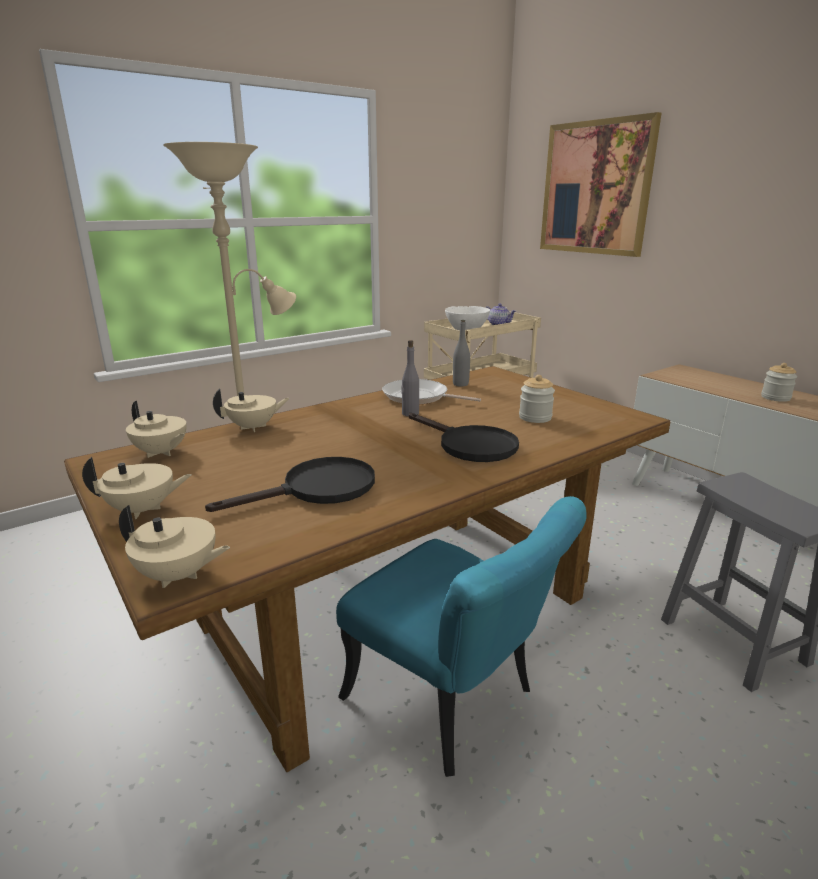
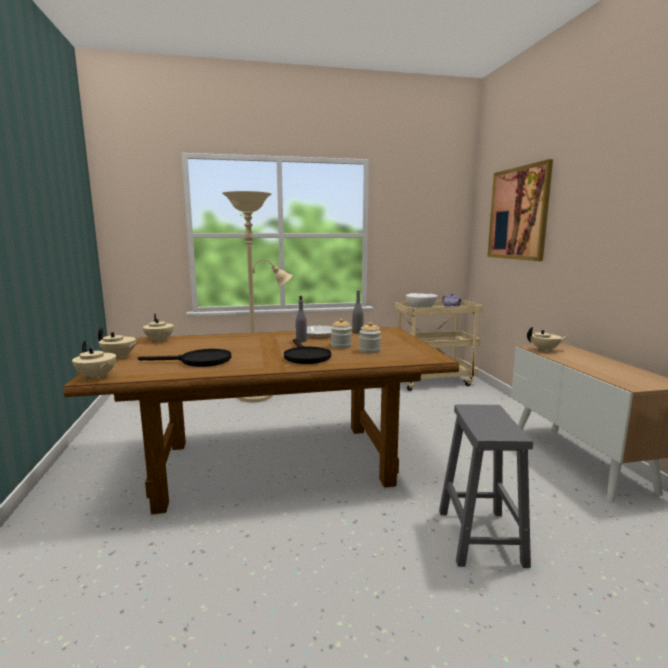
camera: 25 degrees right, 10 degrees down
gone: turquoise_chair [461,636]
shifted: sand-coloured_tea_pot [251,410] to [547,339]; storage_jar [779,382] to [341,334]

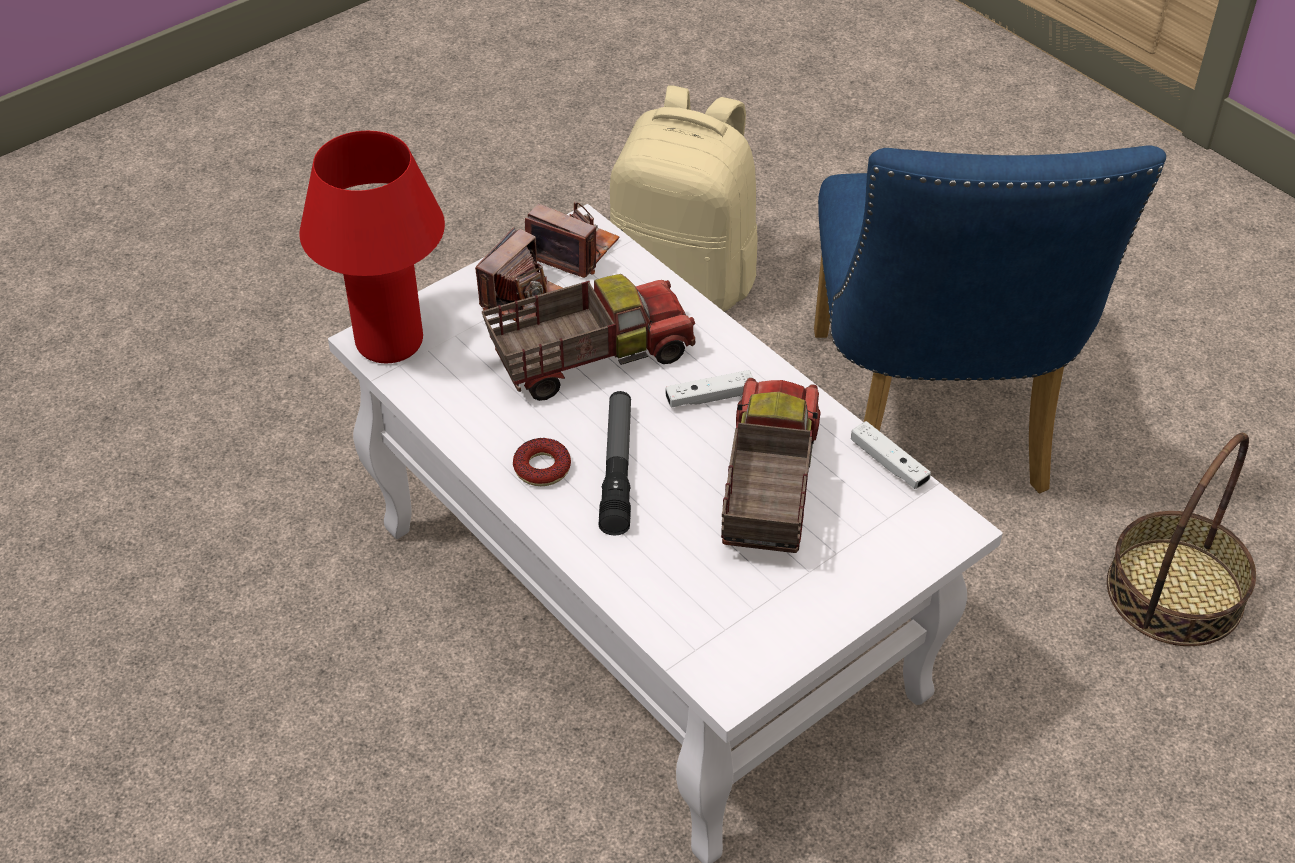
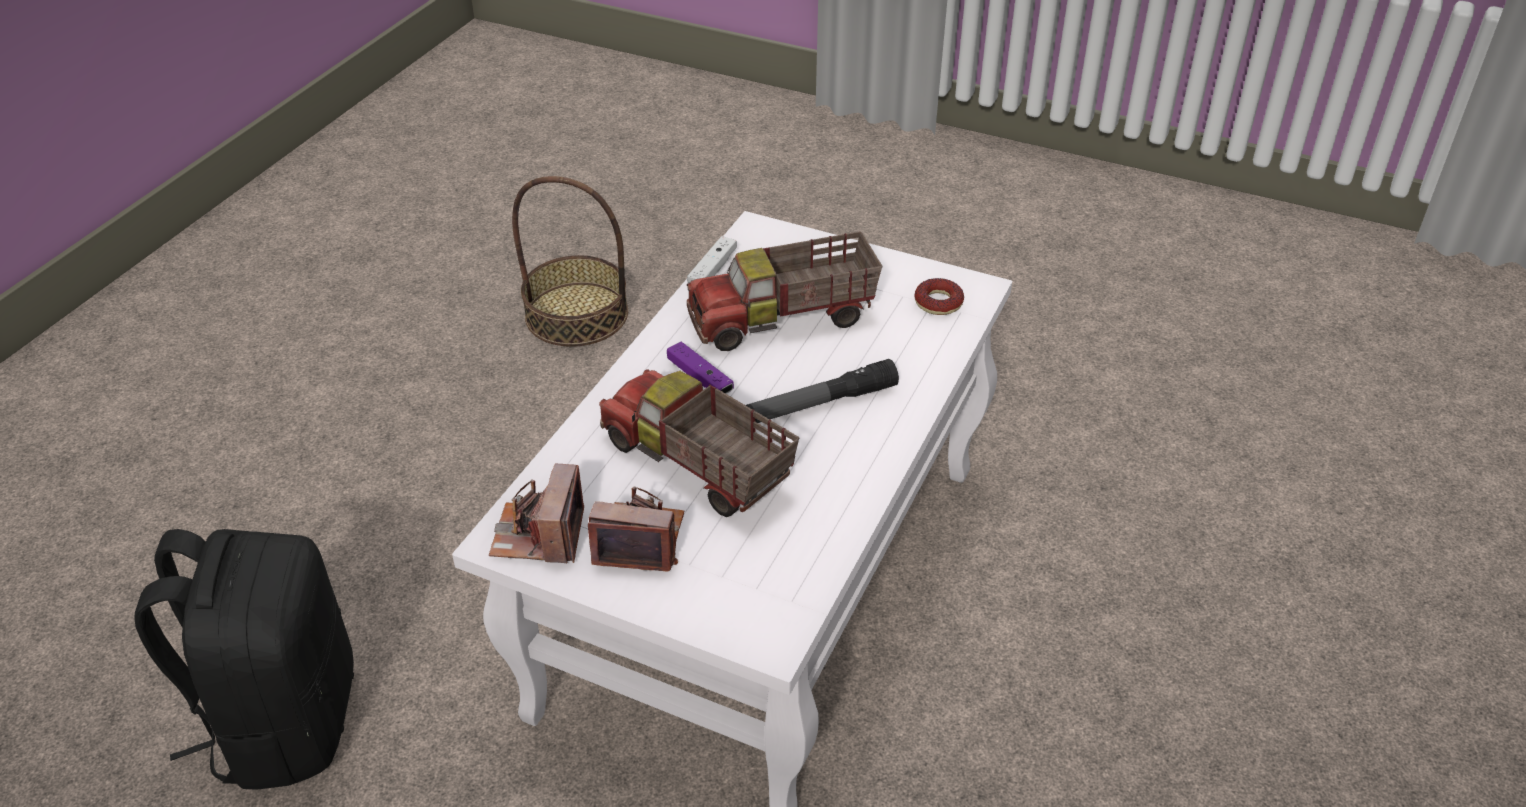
camera: 115 degrees left, 5 degrees down
gone: red-coloured_table_lamp [372,247]; bluish_chair [990,319]
shifted: donut [542,462] to [939,296]
repainted: sand-coloured_knapsack [684,198] to black-coloured_knapsack [244,659]; whitish_game_controller [709,388] to purple_game_controller [700,368]

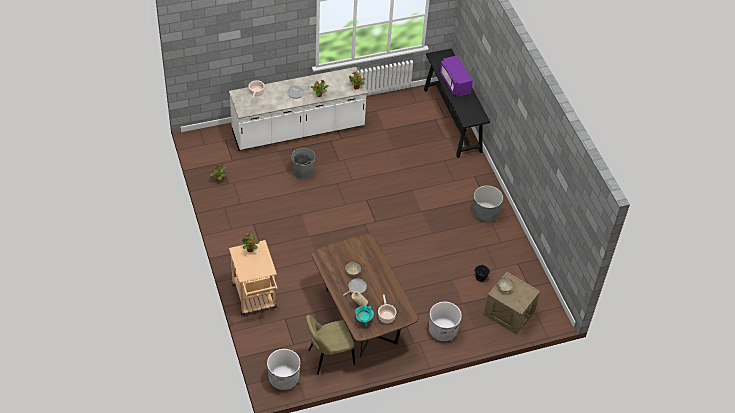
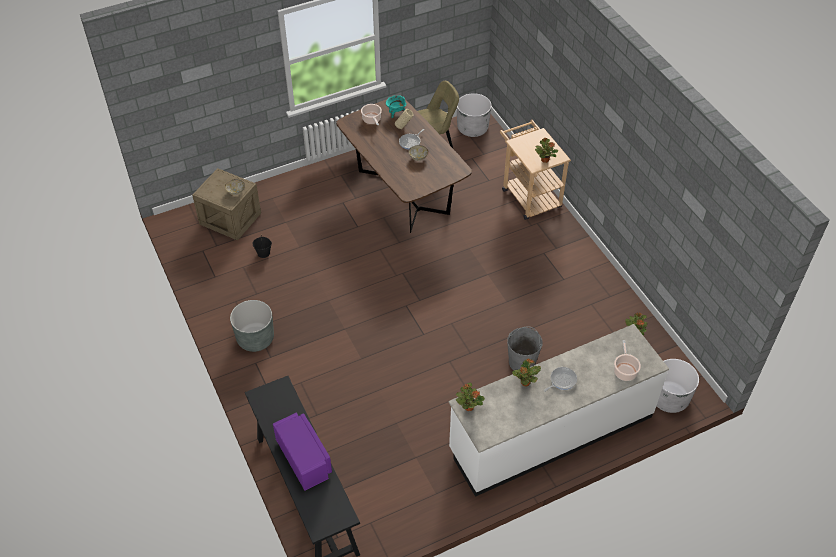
camera: 175 degrees right, 0 degrees up
shifted: whitish_plant_pot [445,321] to [678,386]

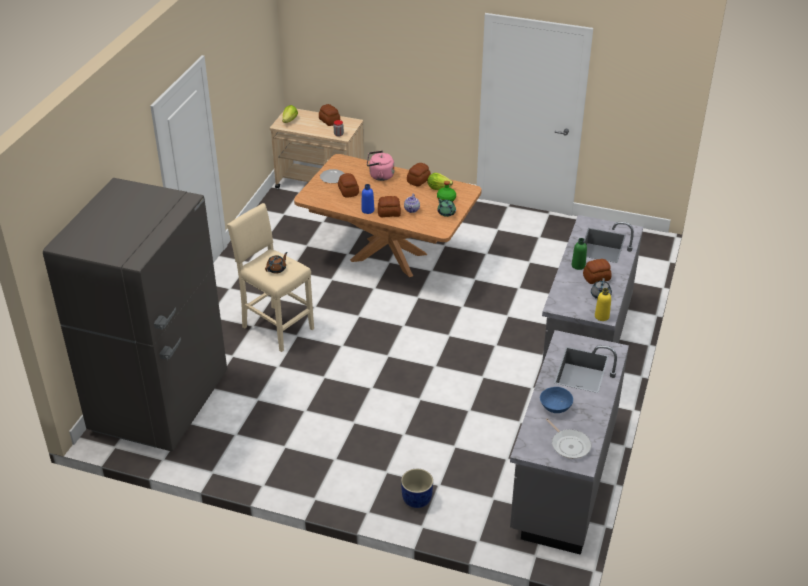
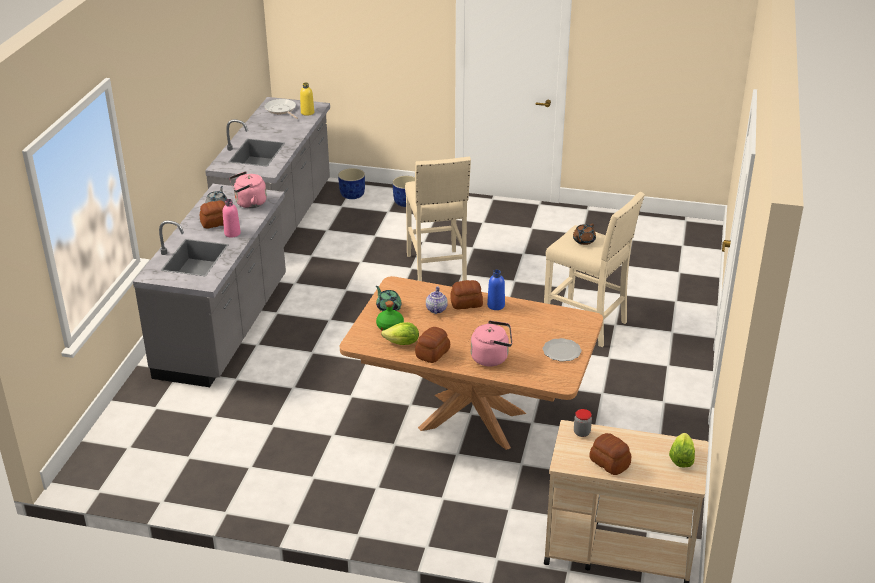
camera: 175 degrees right, 5 degrees down
gone: grey_refrigerator [135,315]; bread [348,185]; bluish_deep_dish [556,400]
new: pink-coloured_water_kettle [248,189]; bluish_plant_pot [351,183]; sand-coloured_stool_seat [438,219]
shifted: yellow-coloured_beverage_bottle [603,304] to [307,99]
repainted: greenish_beverage_bottle [579,254] to pink-coloured_beverage_bottle [232,218]

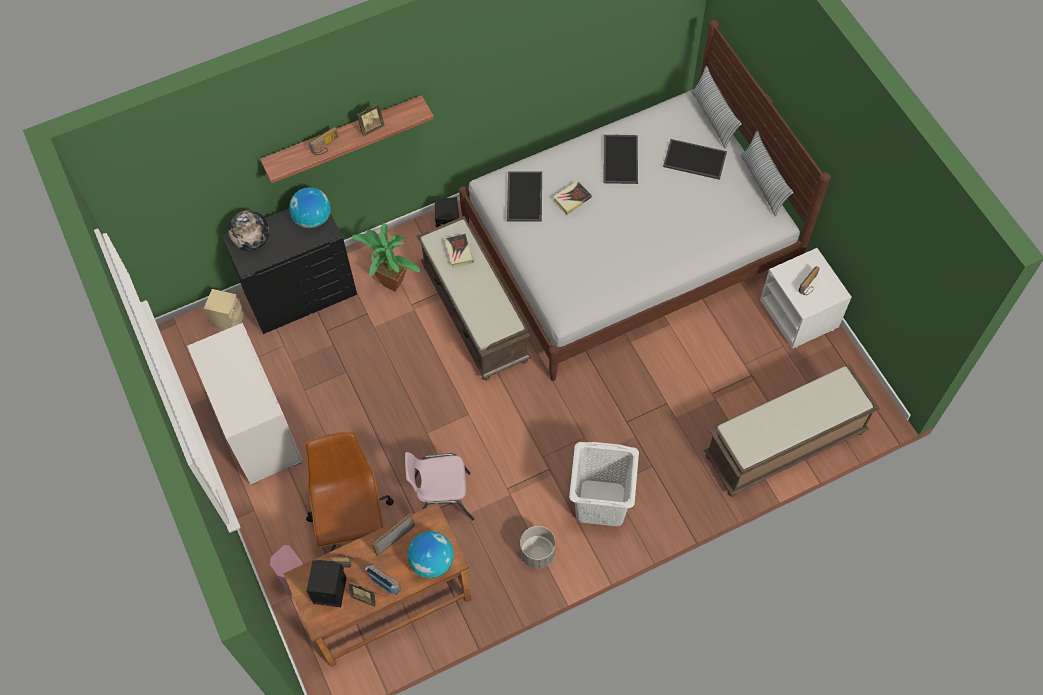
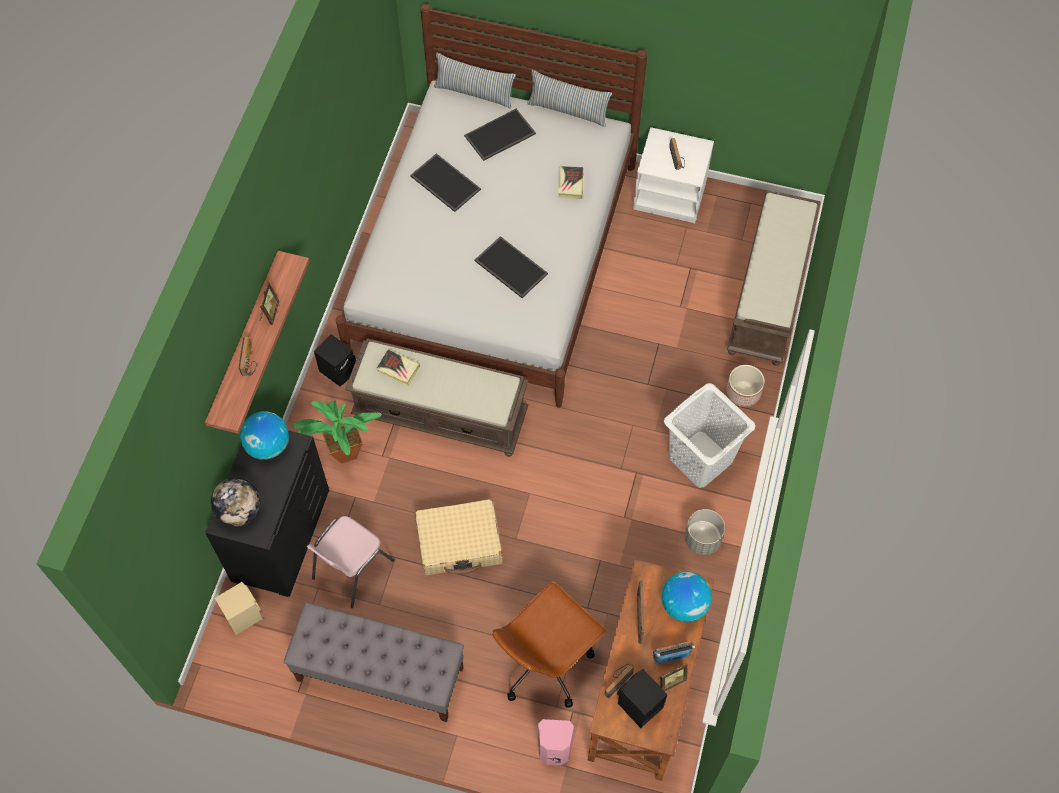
camera: 50 degrees left, 0 degrees up
new: sand-coloured_piece_of_luggage [459,537]; plant_pot [745,386]
shifted: pink-coloured_chair [439,486] to [350,562]; serving_tray [524,196] to [511,267]; book [572,198] to [571,182]
swapped: whitish_chest_of_drawers [245,404] to grey_indoor_bench [374,662]
rotated: brownish_desk_chair [349,491] = [549,645] 75 degrees counterclockwise

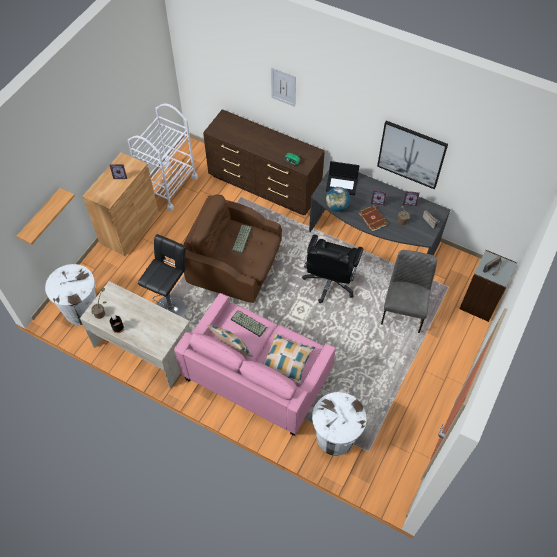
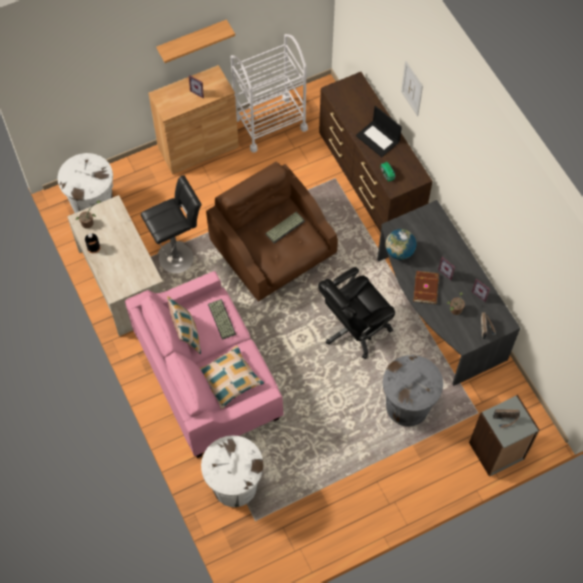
camera: 35 degrees right, 5 degrees up
gone: wall_art [412,155]
shifted: wall_shelf [46,216] to [195,41]; portable_computer [342,178] to [379,131]
swapped: grey_chair [409,291] to grey_rubbish_bin [413,390]

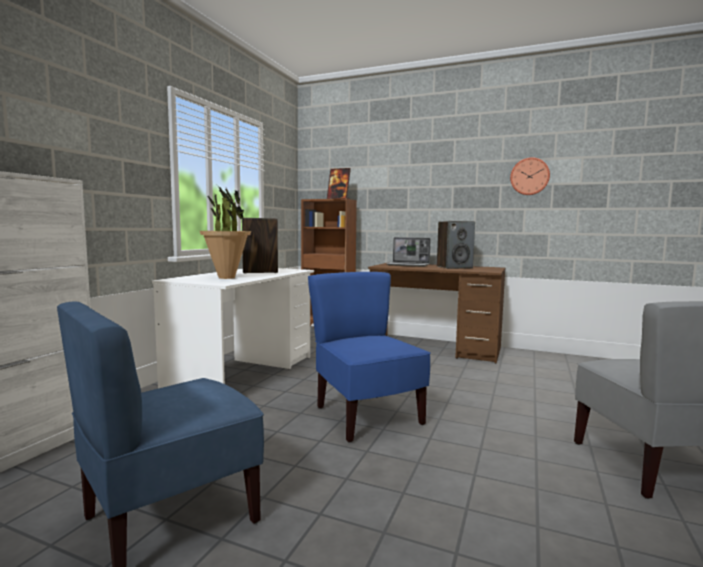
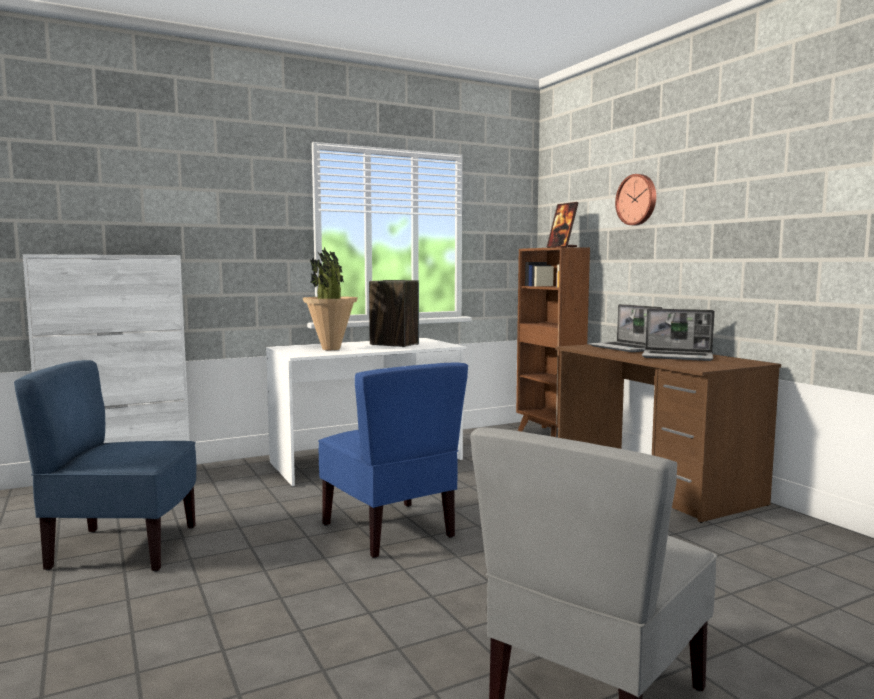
camera: 40 degrees right, 0 degrees up
shifted: wall_clock [530,176] to [635,199]
swapped: audio_speaker [456,245] to portable_computer [678,334]
rotated: bluish_chair [369,357] = [393,460] 135 degrees clockwise

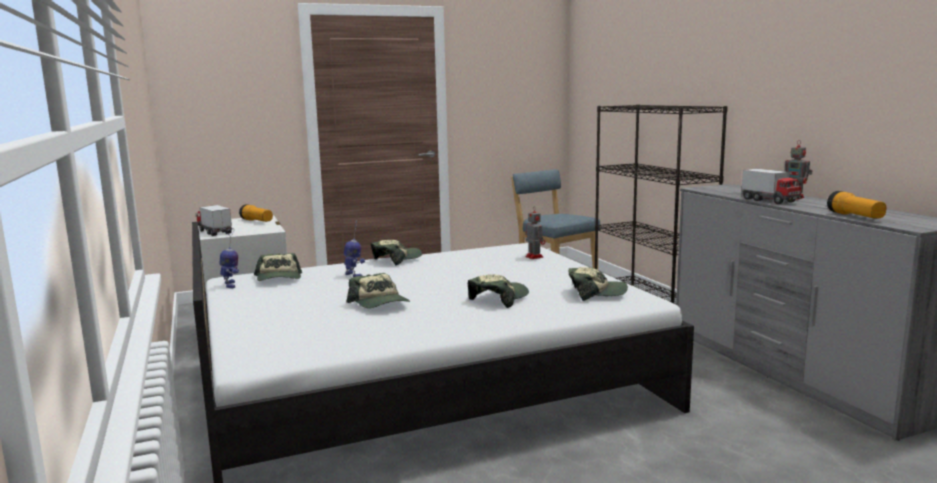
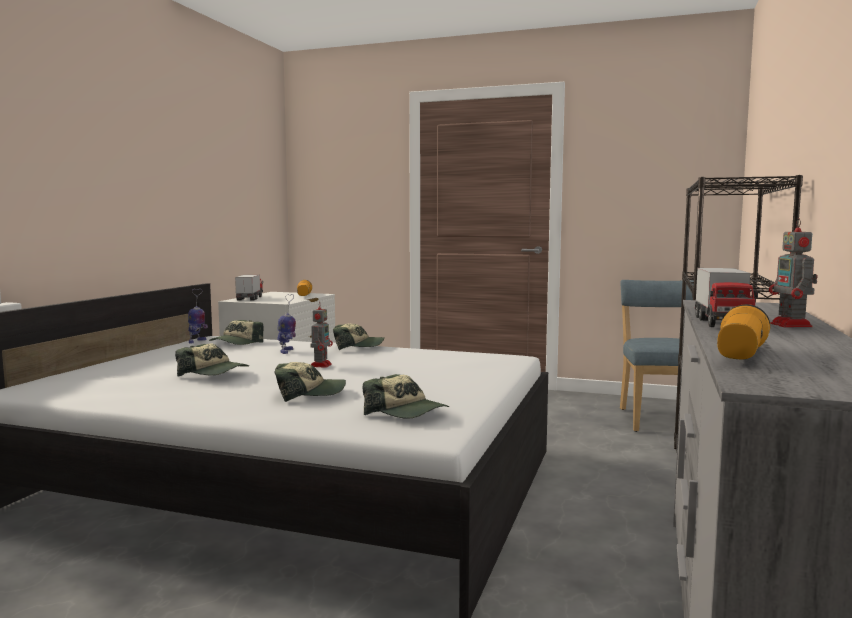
camera: 40 degrees right, 5 degrees down
shifted: toy_robot [535,232] to [322,335]
rotated: cap [378,290] = [212,360] 75 degrees counterclockwise

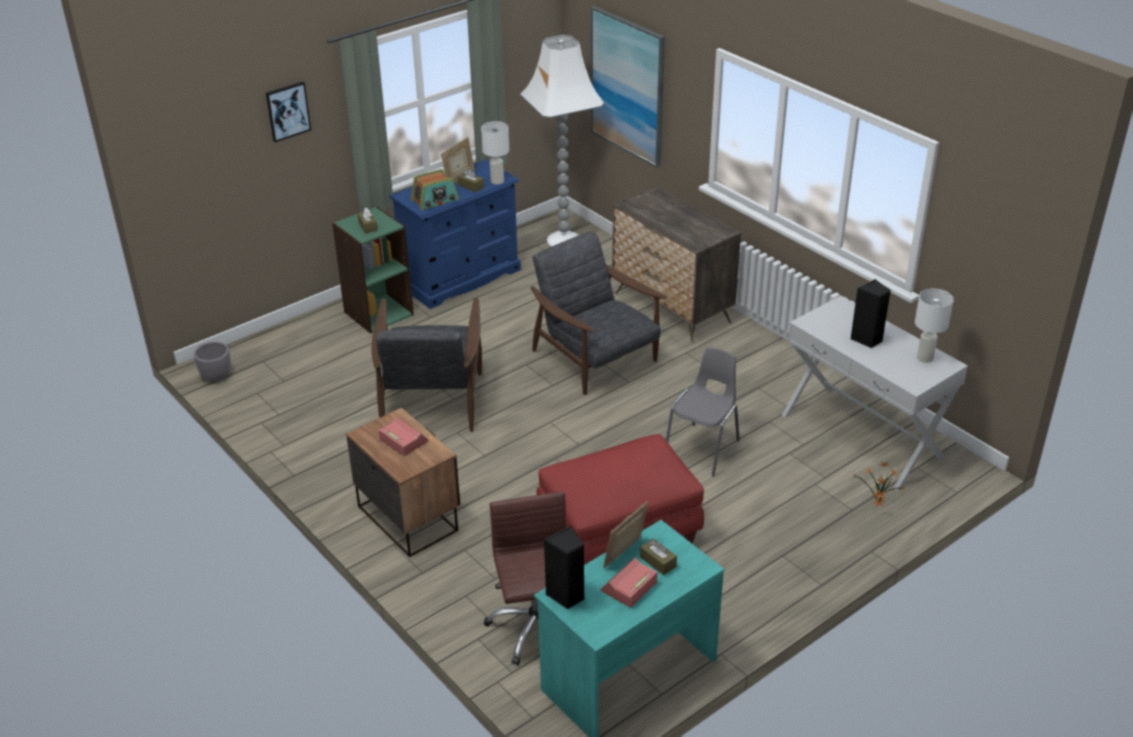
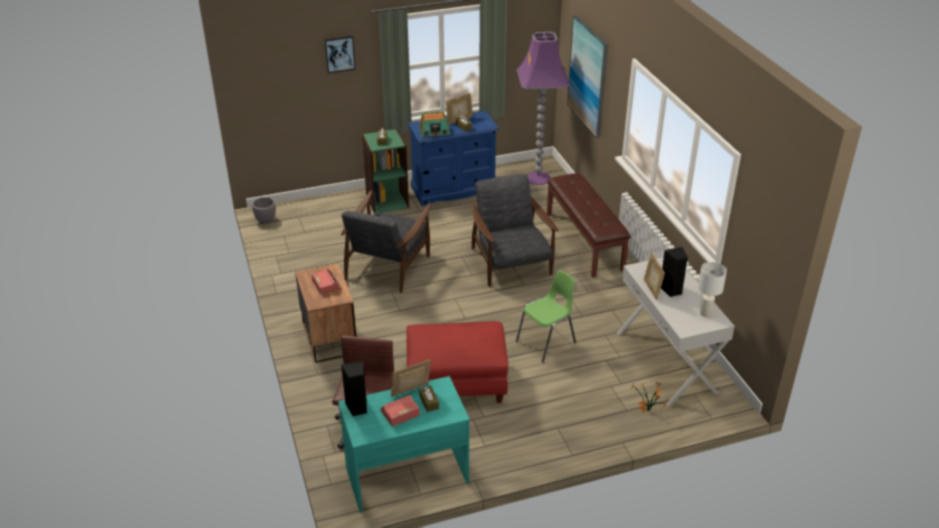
camera: 20 degrees right, 0 degrees up
gone: whitish_table_lamp [495,152]
new: picture_frame [654,276]
swapped: chest_of_drawers [676,265] to brownish_indoor_bench [589,225]
repainted: whitish_standard_lamp [562,141] to purple_standard_lamp [543,108]; grey_chair [703,412] to greenish_chair [546,316]

